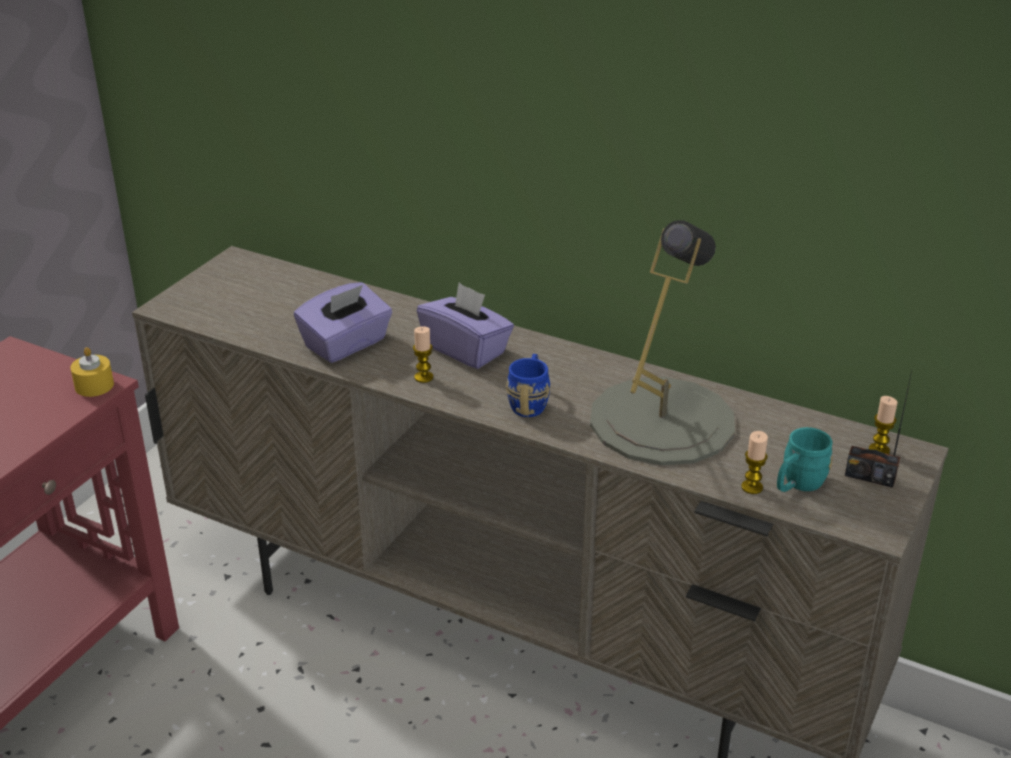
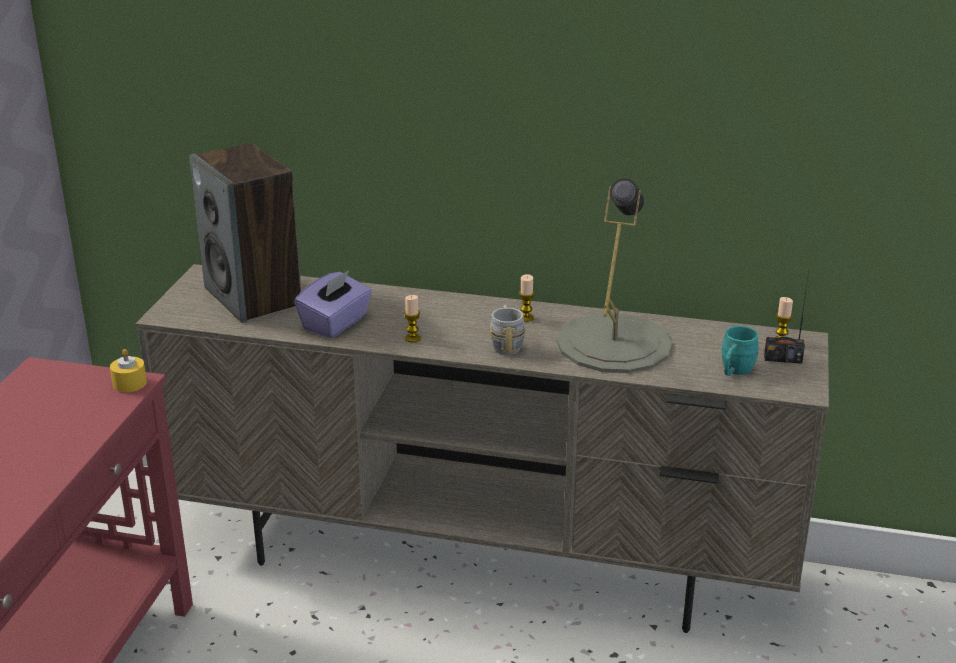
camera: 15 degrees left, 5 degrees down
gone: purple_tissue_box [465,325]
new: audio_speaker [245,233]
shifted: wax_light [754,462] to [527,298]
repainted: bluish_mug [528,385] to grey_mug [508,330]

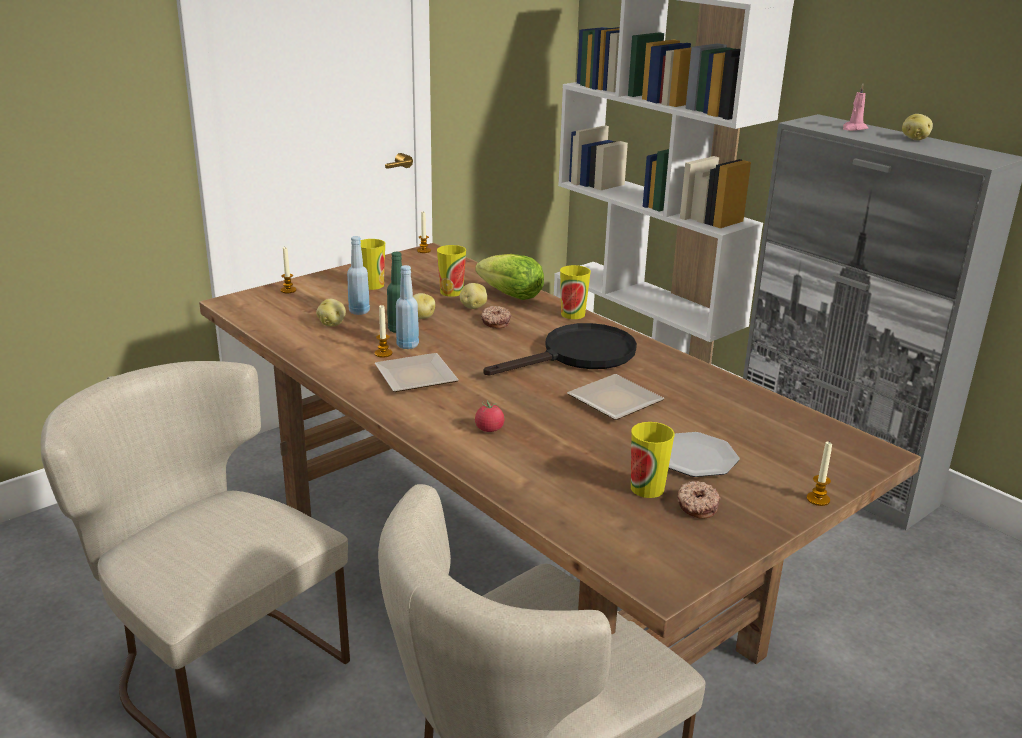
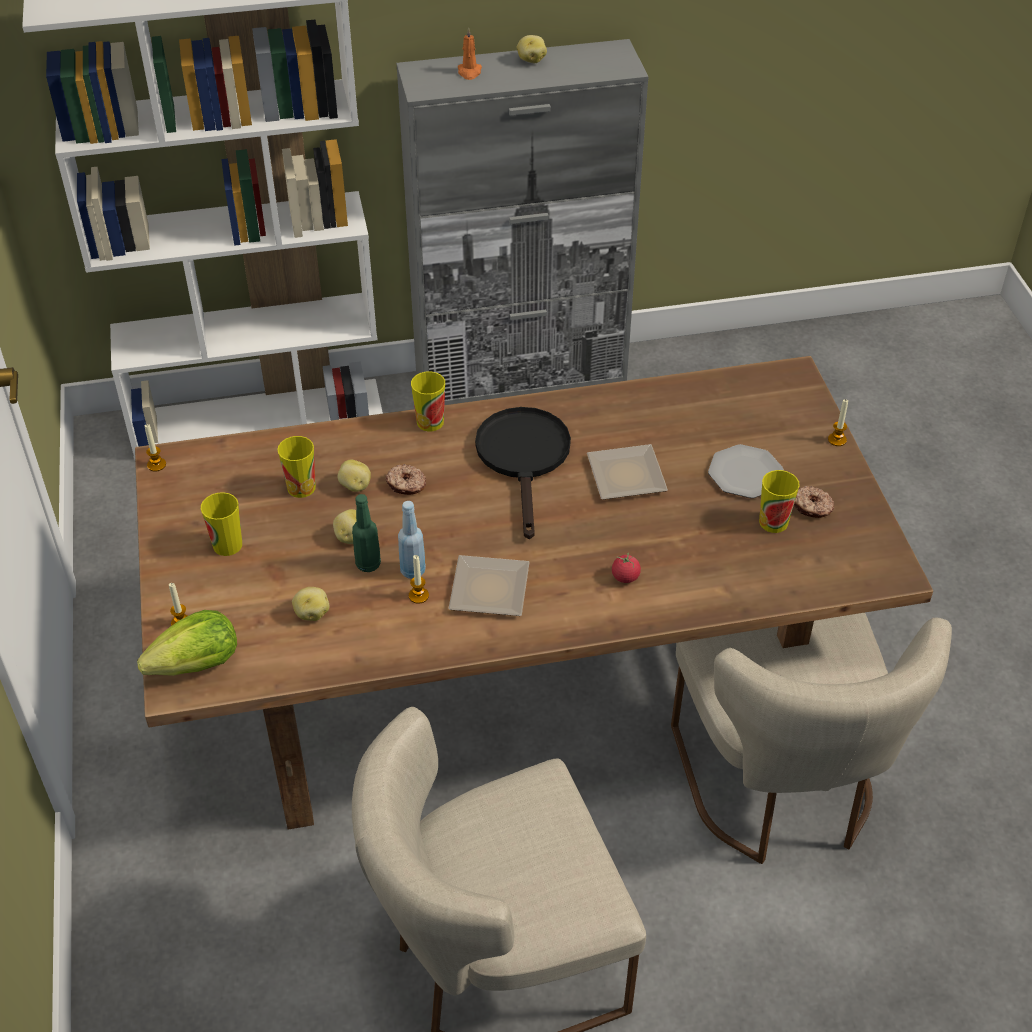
camera: 60 degrees left, 20 degrees up
gone: bluish_beverage_bottle [358,275]
shifted: head_of_lettuce [509,277] to [187,643]
repainted: pink-coloured_wax_light [856,107] to orangey_wax_light [470,53]

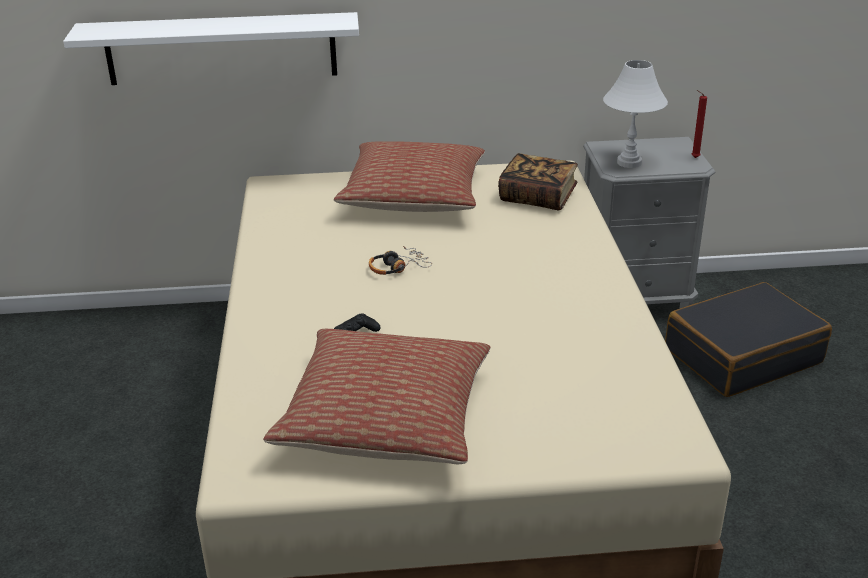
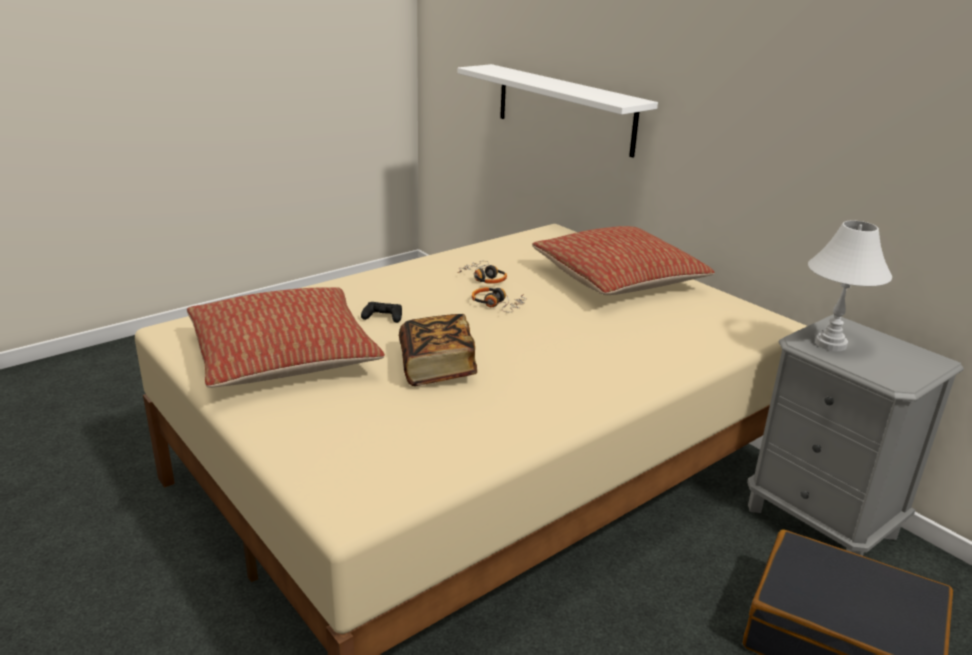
camera: 55 degrees right, 5 degrees down
gone: red-coloured_wax_light [699,124]
new: headset [482,272]
shifted: book [538,181] to [438,350]

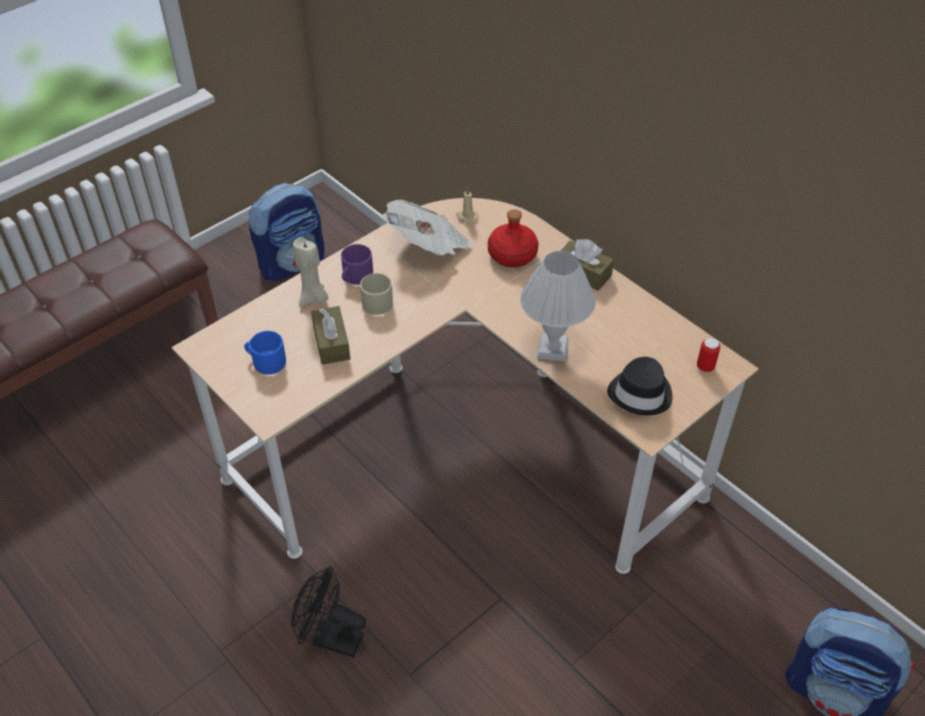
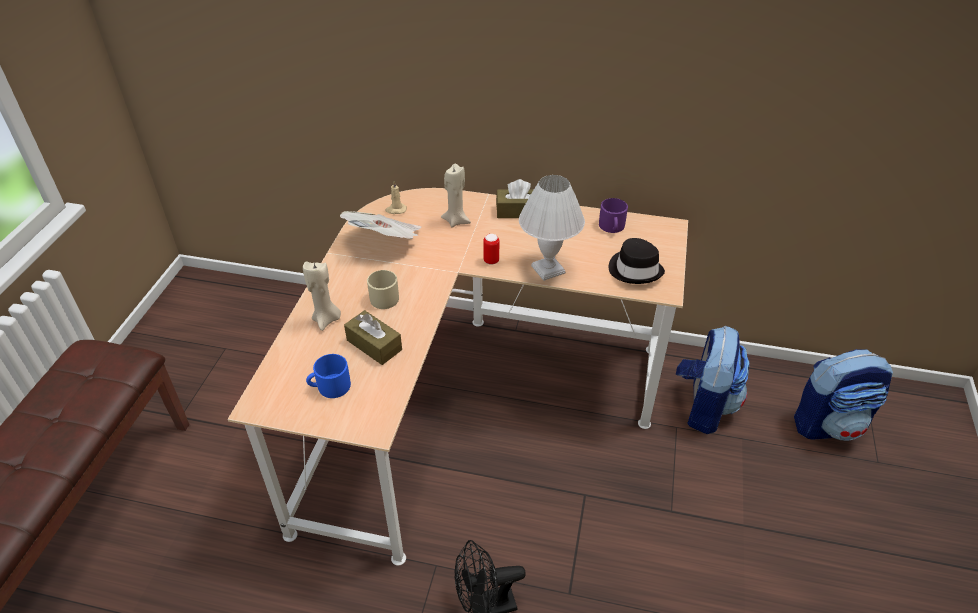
camera: 35 degrees left, 5 degrees down
shifted: knapsack [286,232] to [712,379]; purple_mug [357,264] to [613,215]; metal_can [708,355] to [491,249]
swapped: red-coloured_beverage_bottle [513,238] to sand-coloured_wax_light [456,195]

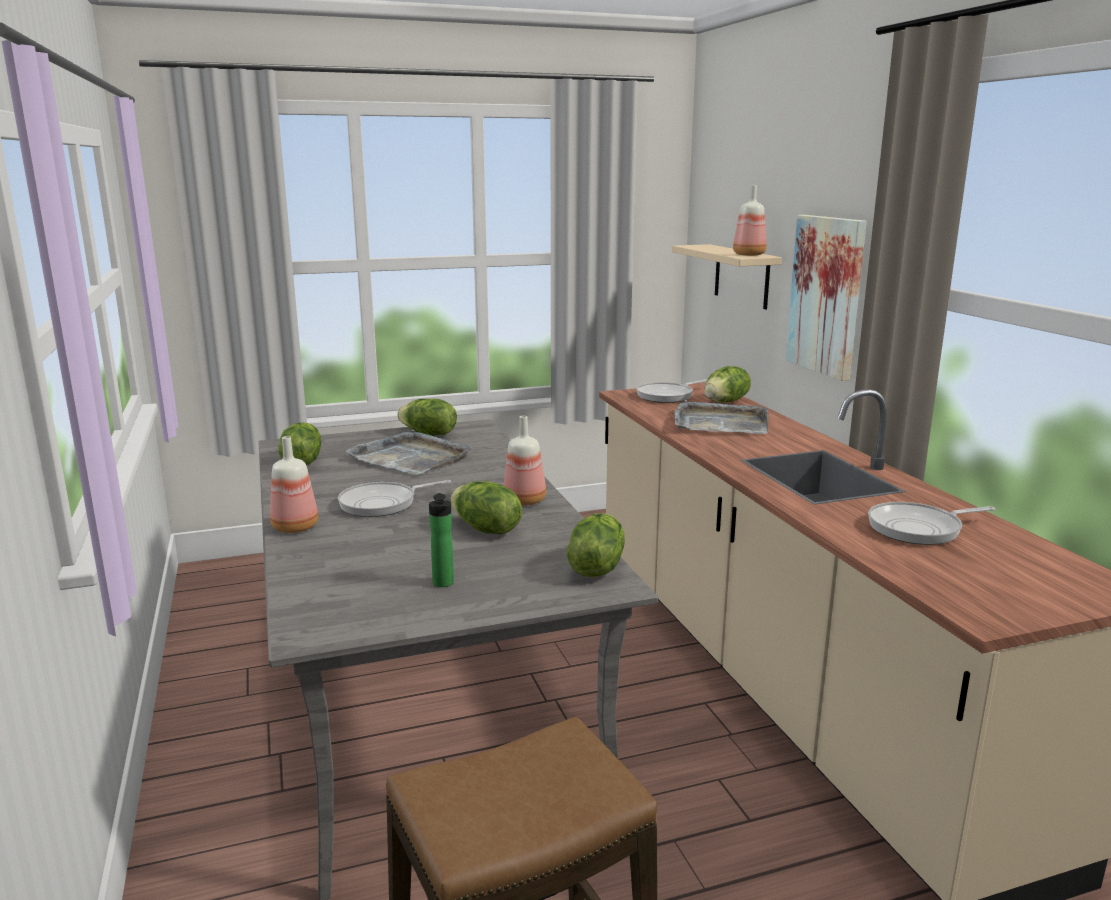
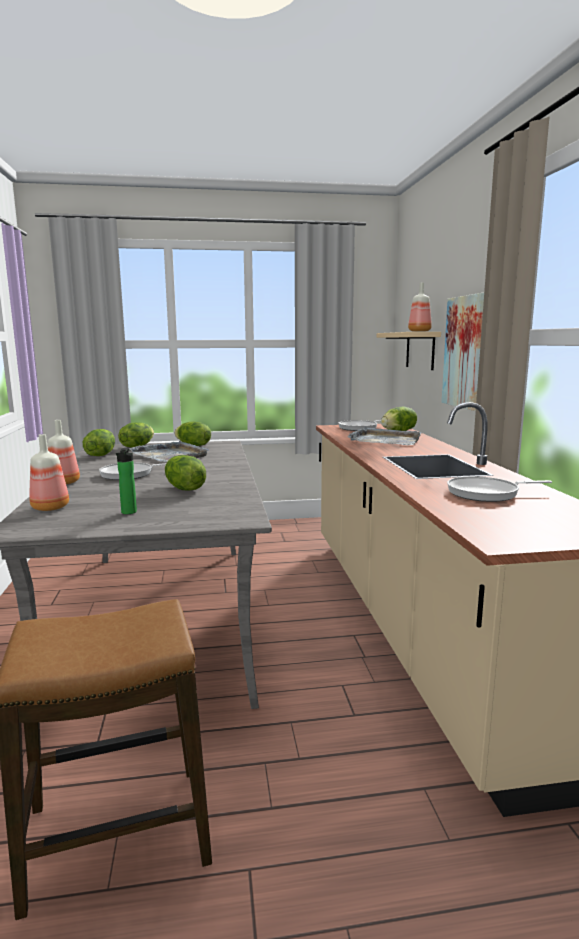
camera: 10 degrees right, 5 degrees down
shifted: beverage_bottle [525,460] to [49,472]; head_of_lettuce [596,545] to [136,434]

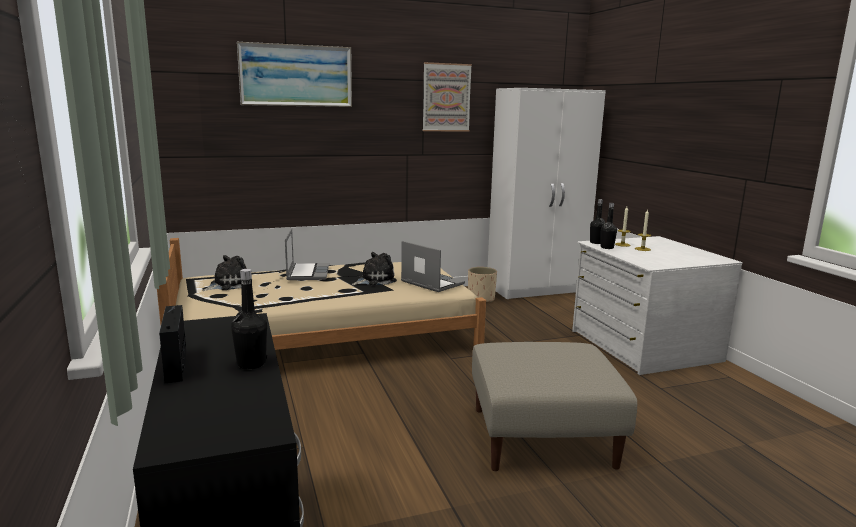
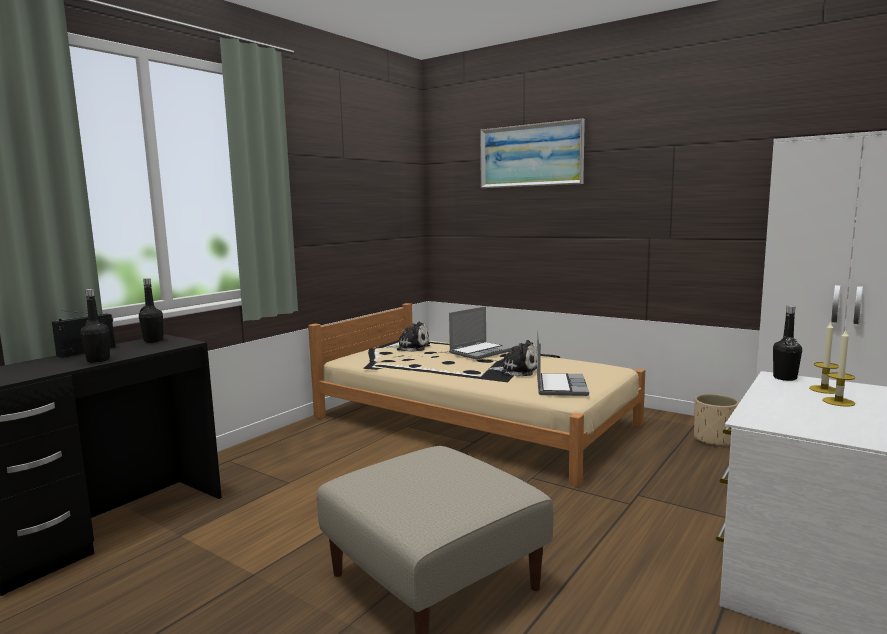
camera: 55 degrees right, 5 degrees down
gone: wall_art [447,96]
shifted: black-coloured_beverage_bottle [609,226] to [151,310]

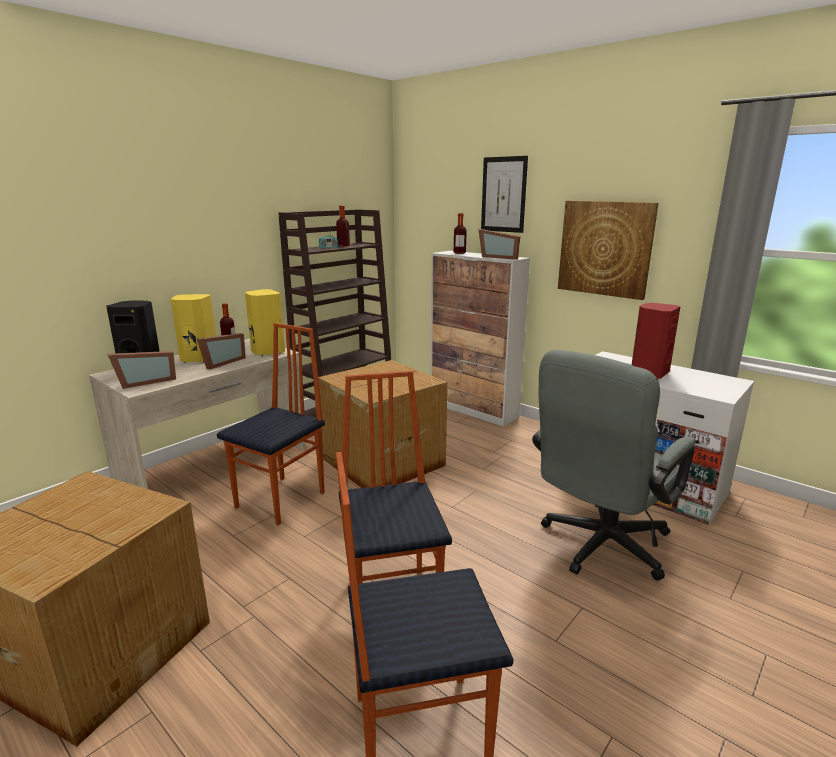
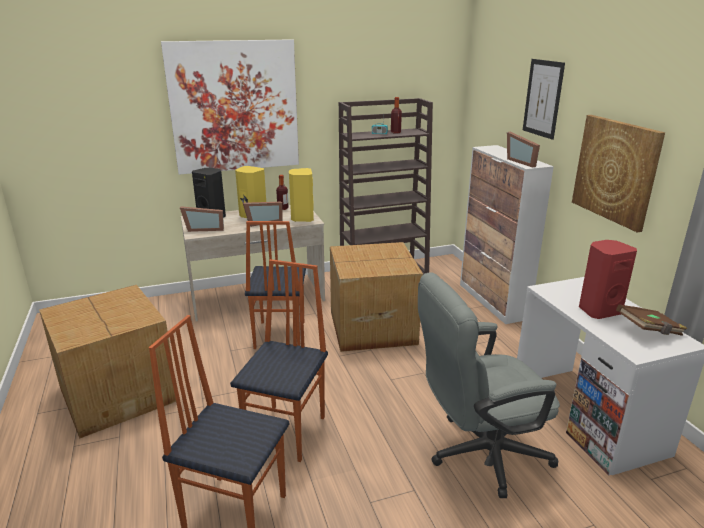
camera: 30 degrees right, 5 degrees up
gone: beverage_bottle [460,233]
new: wall_art [230,107]; brownish_book [651,320]
rotated: chair [271,424] = [275,285] 120 degrees clockwise

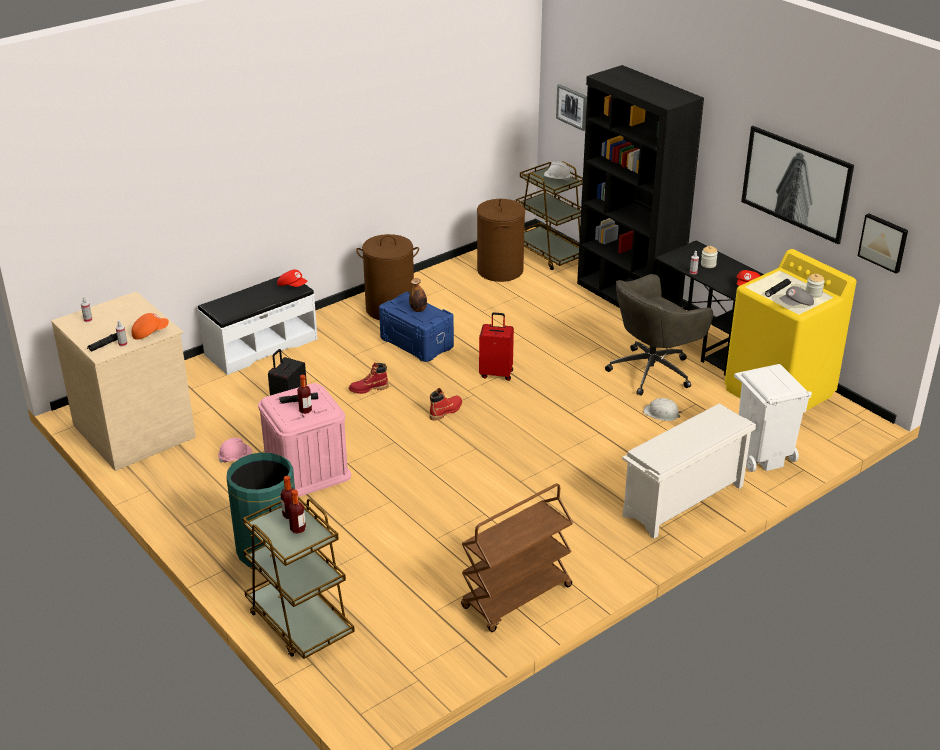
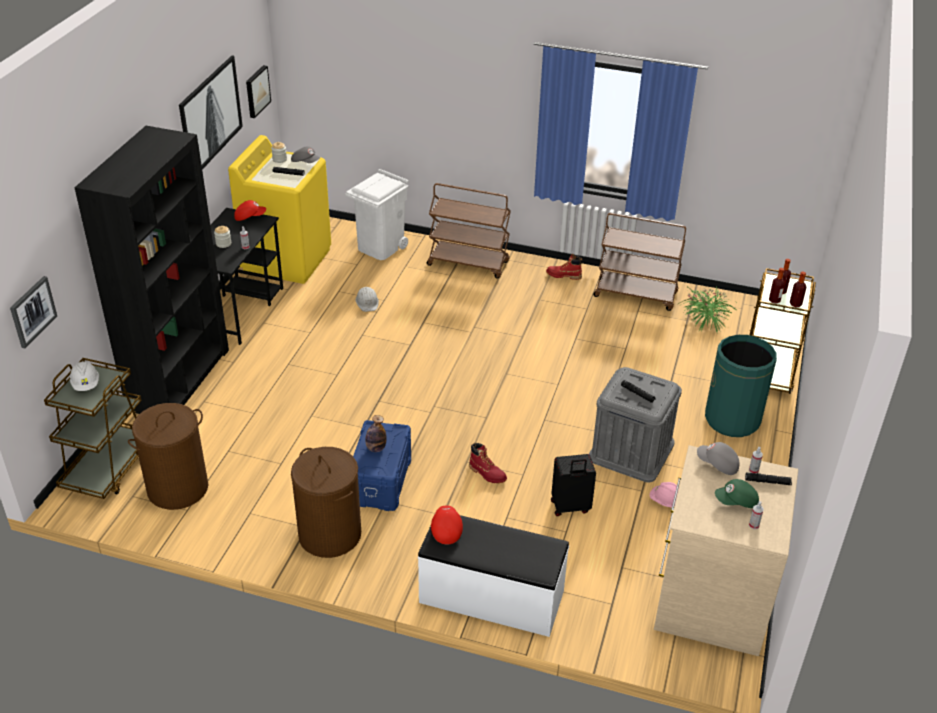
camera: 125 degrees left, 5 degrees up
gone: red-coloured_piece_of_luggage [496,346]; grey_desk_chair [659,335]
new: plant_in_a_pot [707,308]; greenish_cap [737,493]
shifted: beverage_bottle [304,394] to [798,289]; red-coloured_boot [445,404] to [564,267]
swapped: whitish_shoe_rack [689,471] to brownish_wheeled_cart [469,231]
repainted: orangey_cap [150,326] to grey_cap [718,458]; pink-coloured_storage_container [304,440] to grey_storage_container [635,424]

